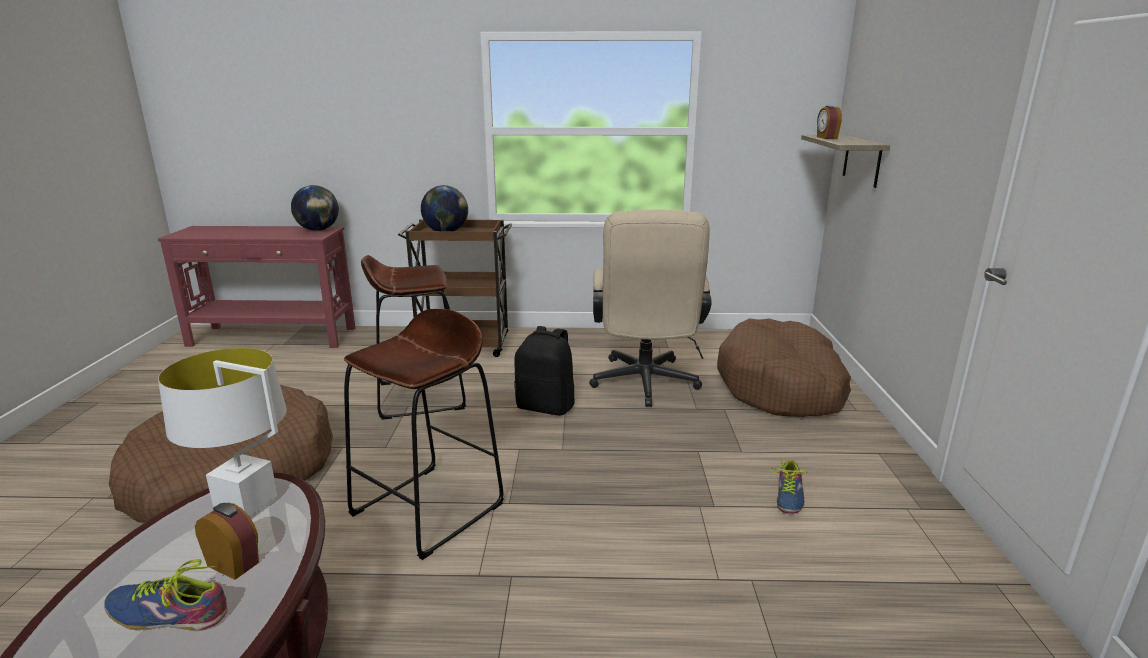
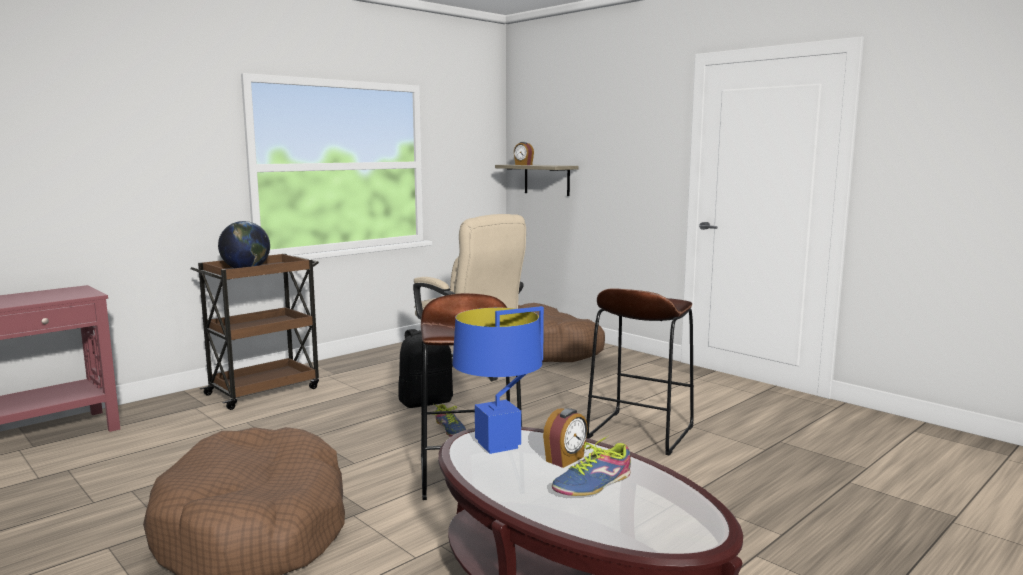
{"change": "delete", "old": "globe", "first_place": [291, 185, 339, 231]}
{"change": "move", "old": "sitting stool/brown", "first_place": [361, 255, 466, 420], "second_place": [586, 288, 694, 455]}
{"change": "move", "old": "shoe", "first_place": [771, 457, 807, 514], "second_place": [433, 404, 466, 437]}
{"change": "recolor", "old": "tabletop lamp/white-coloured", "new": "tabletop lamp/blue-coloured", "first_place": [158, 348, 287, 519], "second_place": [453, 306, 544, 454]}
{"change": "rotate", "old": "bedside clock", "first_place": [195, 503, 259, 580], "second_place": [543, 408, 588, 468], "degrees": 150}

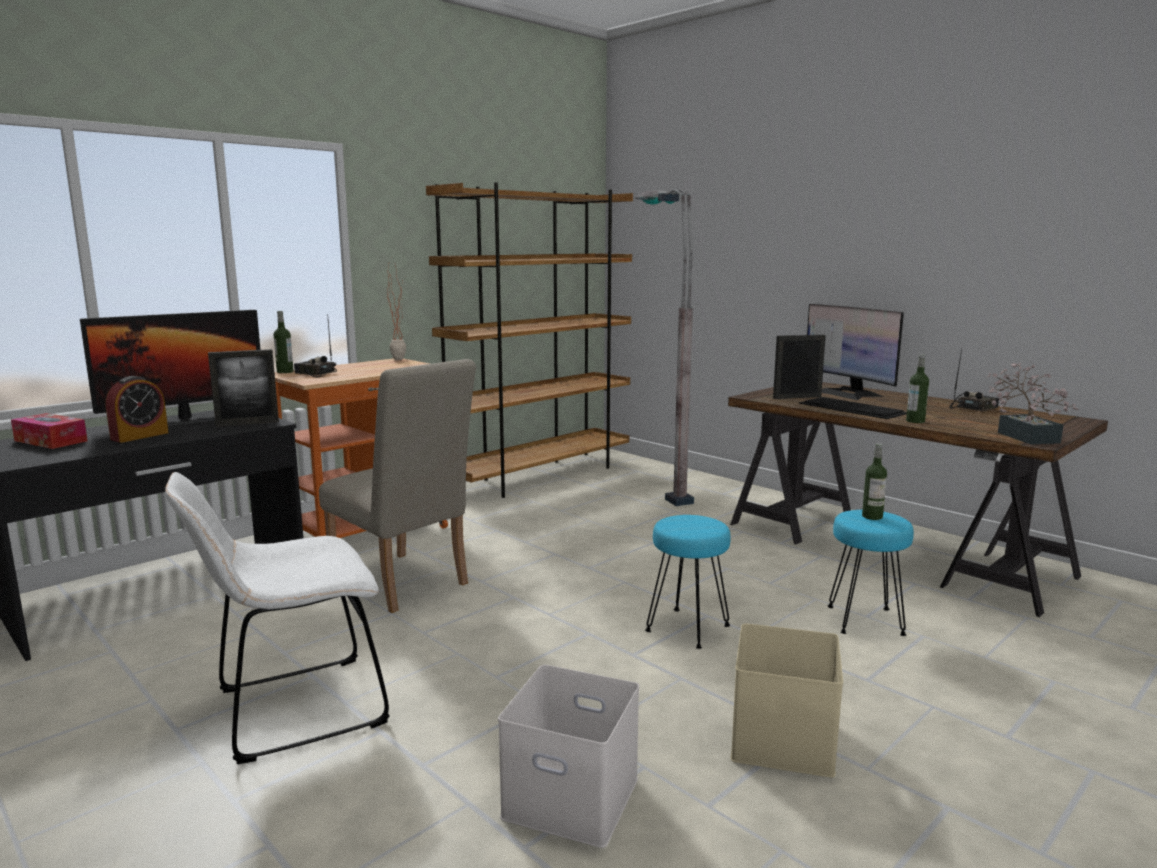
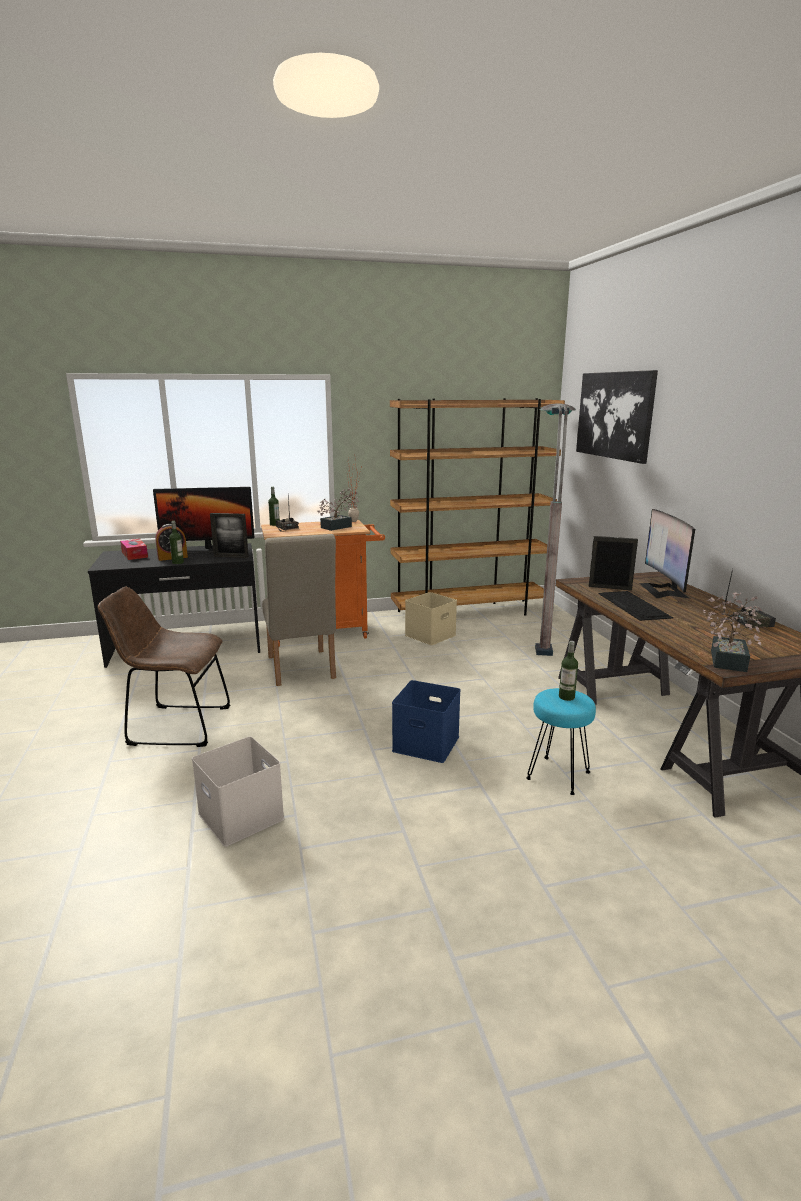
{"change": "insert", "new": "houseplant", "second_place": [318, 488, 359, 531]}
{"change": "insert", "new": "picture", "second_place": [576, 370, 658, 464]}
{"change": "move", "old": "storage bin/beige-coloured", "first_place": [731, 623, 843, 778], "second_place": [405, 592, 457, 645]}
{"change": "move", "old": "beverage bottle", "first_place": [906, 354, 929, 423], "second_place": [169, 521, 184, 564]}
{"change": "replace", "old": "sitting stool/blue-green", "new": "storage bin/blue-coloured", "first_place": [645, 515, 731, 649], "second_place": [392, 680, 461, 763]}
{"change": "recolor", "old": "chair/white-coloured", "new": "chair/brown", "first_place": [165, 472, 390, 764], "second_place": [97, 587, 230, 747]}

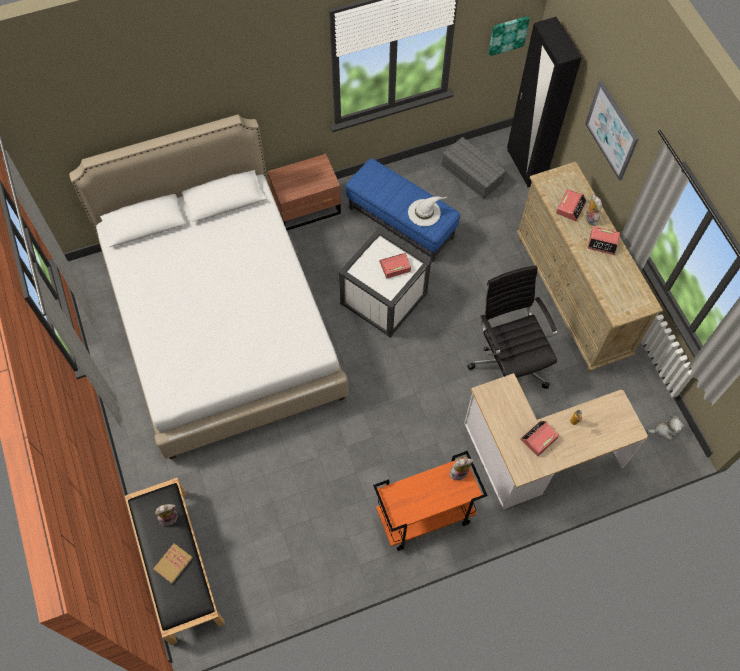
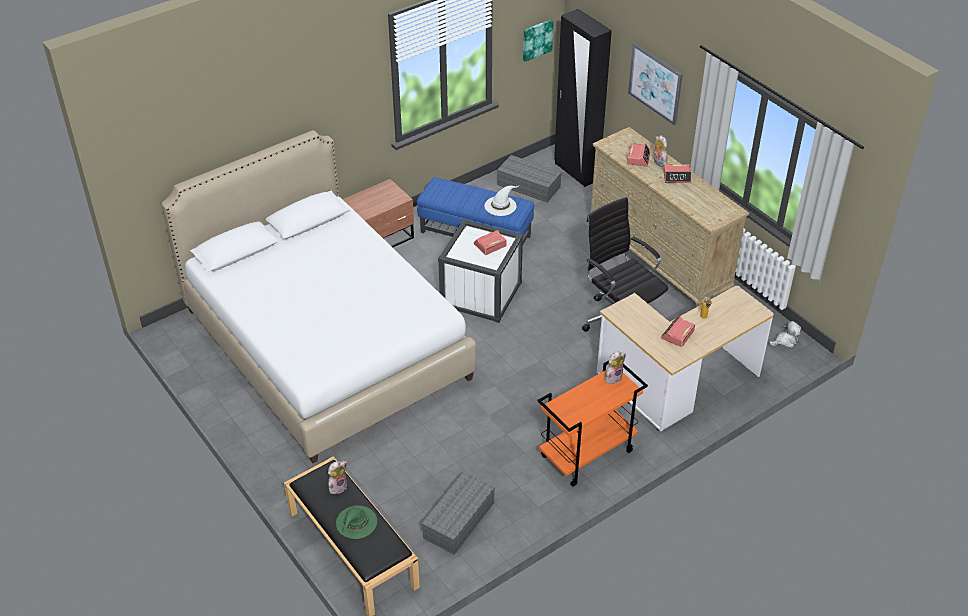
{"change": "insert", "new": "storage bin/gray", "second_place": [421, 472, 495, 555]}
{"change": "replace", "old": "volume", "new": "wearable hat/green", "first_place": [153, 543, 193, 584], "second_place": [336, 506, 377, 539]}

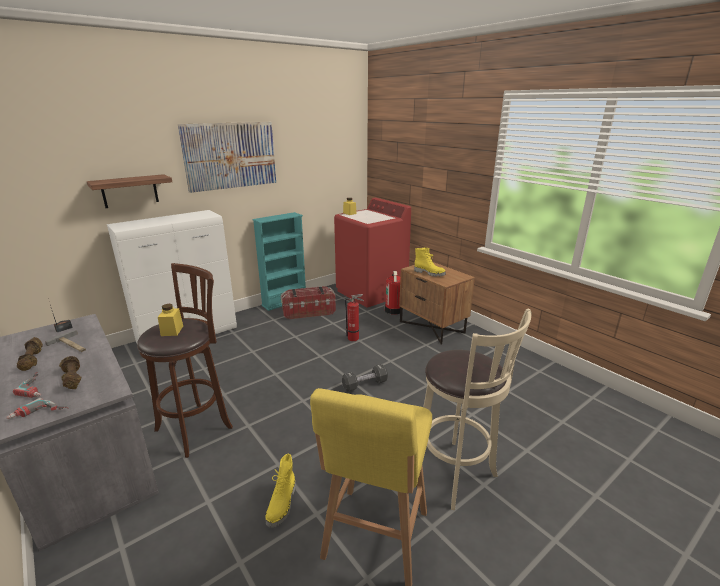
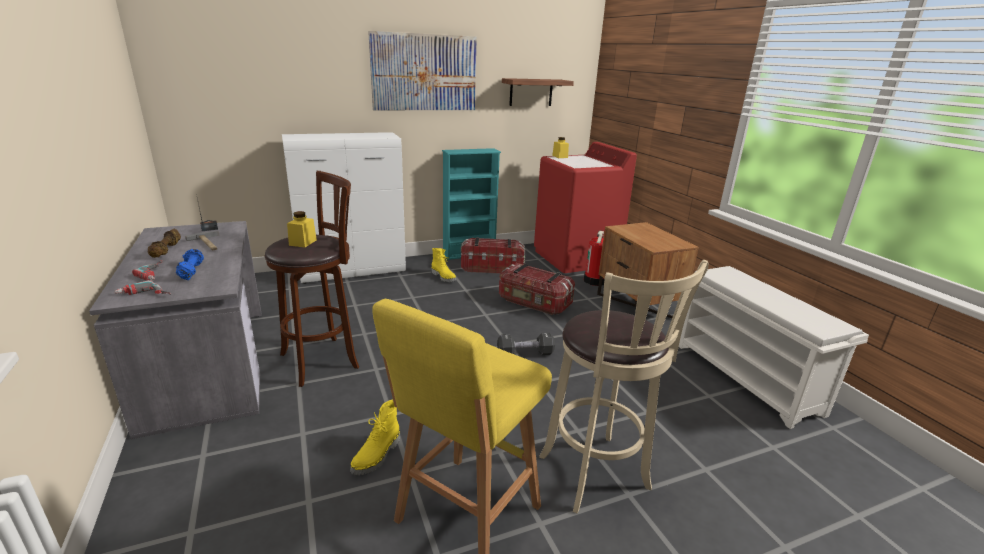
{"change": "insert", "new": "shoe stand/white-coloured", "second_place": [679, 266, 869, 429]}
{"change": "move", "old": "shelf", "first_place": [87, 174, 172, 208], "second_place": [502, 78, 574, 106]}
{"change": "move", "old": "tall boot/yellowish", "first_place": [414, 247, 446, 277], "second_place": [432, 248, 456, 282]}
{"change": "replace", "old": "fire-fighting cylinder", "new": "storage bin", "first_place": [345, 294, 364, 341], "second_place": [499, 263, 575, 315]}
{"change": "recolor", "old": "dumbbell/brown", "new": "dumbbell/blue-coloured", "first_place": [59, 356, 81, 389], "second_place": [176, 249, 204, 280]}

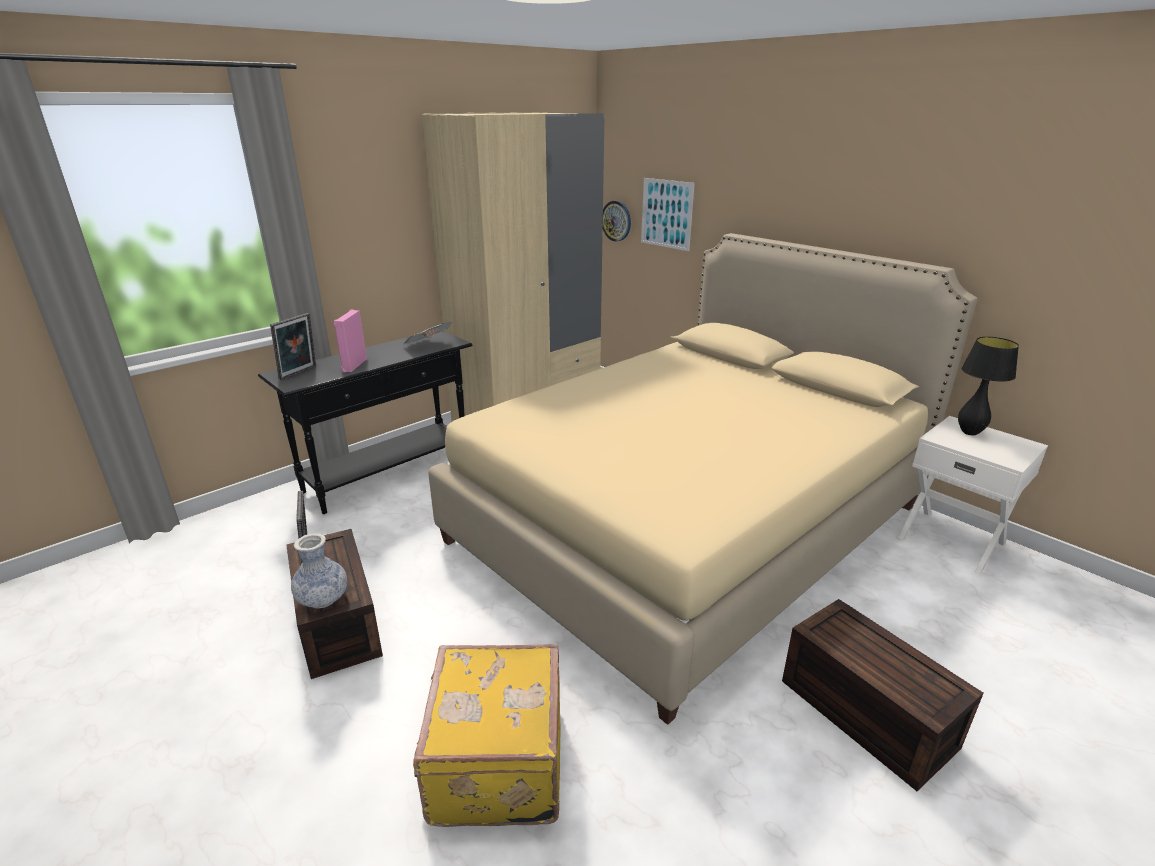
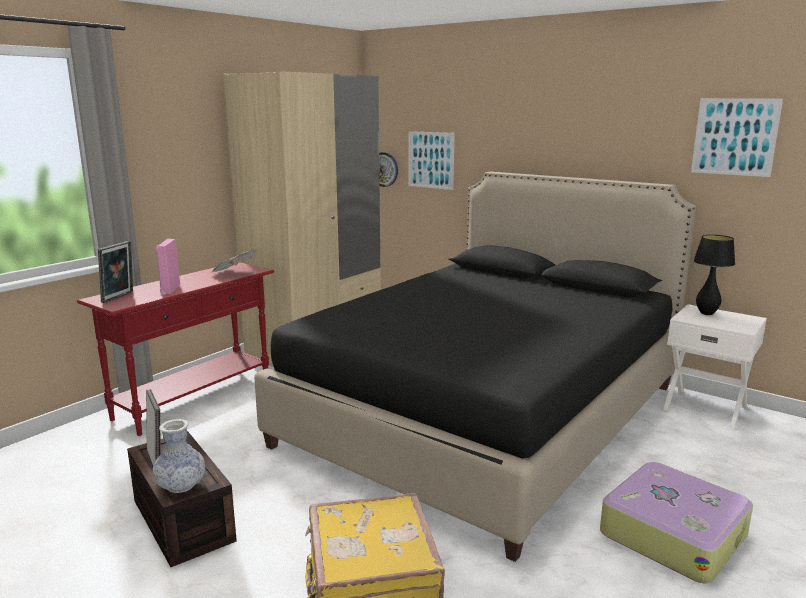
{"change": "insert", "new": "picture", "second_place": [691, 98, 783, 177]}
{"change": "replace", "old": "storage bin/brown", "new": "suitcase", "first_place": [782, 599, 983, 791], "second_place": [600, 462, 753, 584]}
{"change": "recolor", "old": "console table/blackish", "new": "console table/red-coloured", "first_place": [258, 331, 472, 514], "second_place": [77, 263, 274, 436]}
{"change": "recolor", "old": "bed/beige-coloured", "new": "bed/blackish", "first_place": [428, 233, 978, 725], "second_place": [254, 171, 697, 562]}

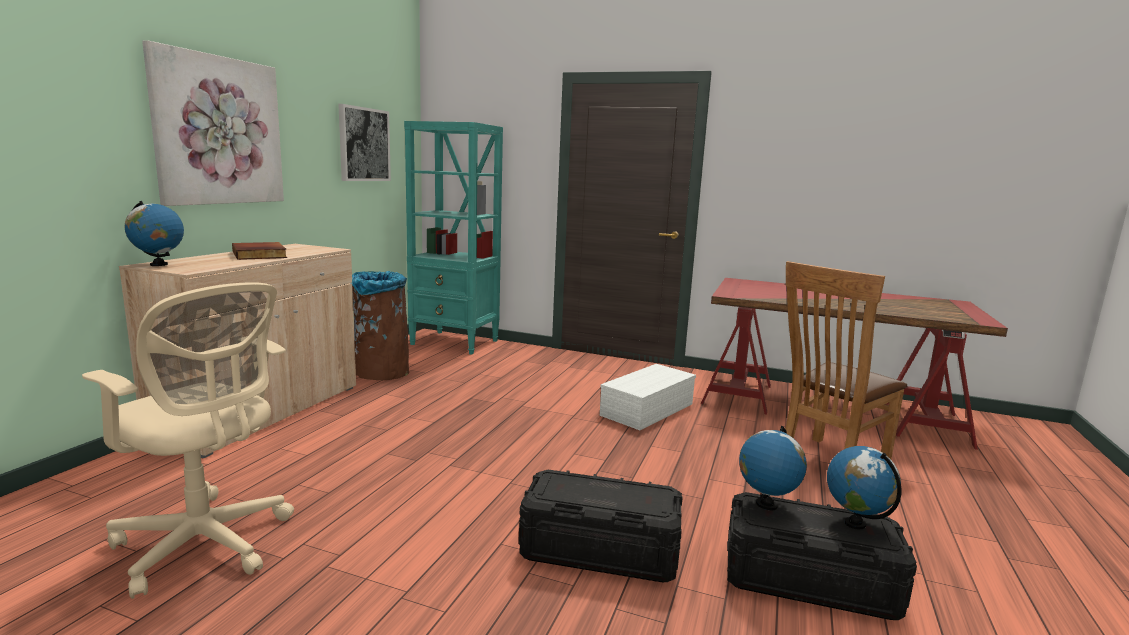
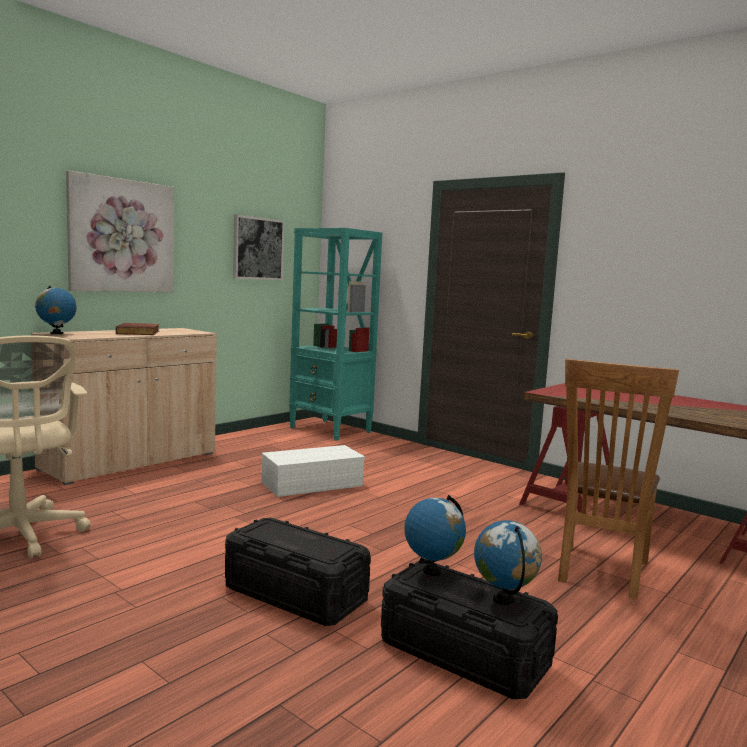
{"change": "delete", "old": "trash can/brown", "first_place": [352, 271, 409, 380]}
{"change": "move", "old": "storage bin/white-coloured", "first_place": [600, 364, 696, 430], "second_place": [261, 445, 365, 497]}
{"change": "rotate", "old": "chair/brown", "first_place": [785, 261, 907, 459], "second_place": [558, 359, 679, 599], "degrees": -45}

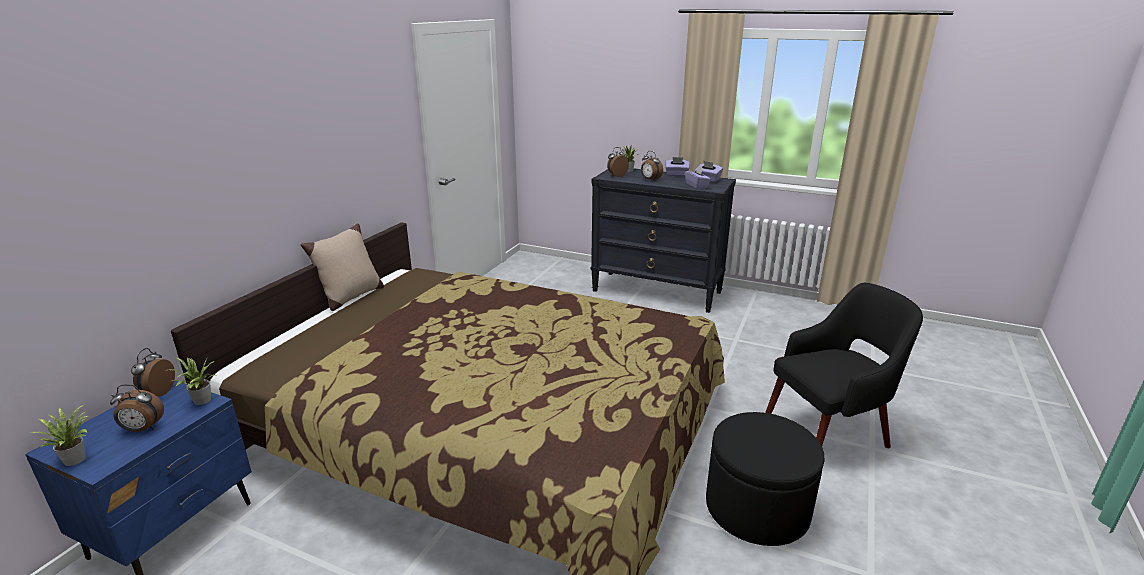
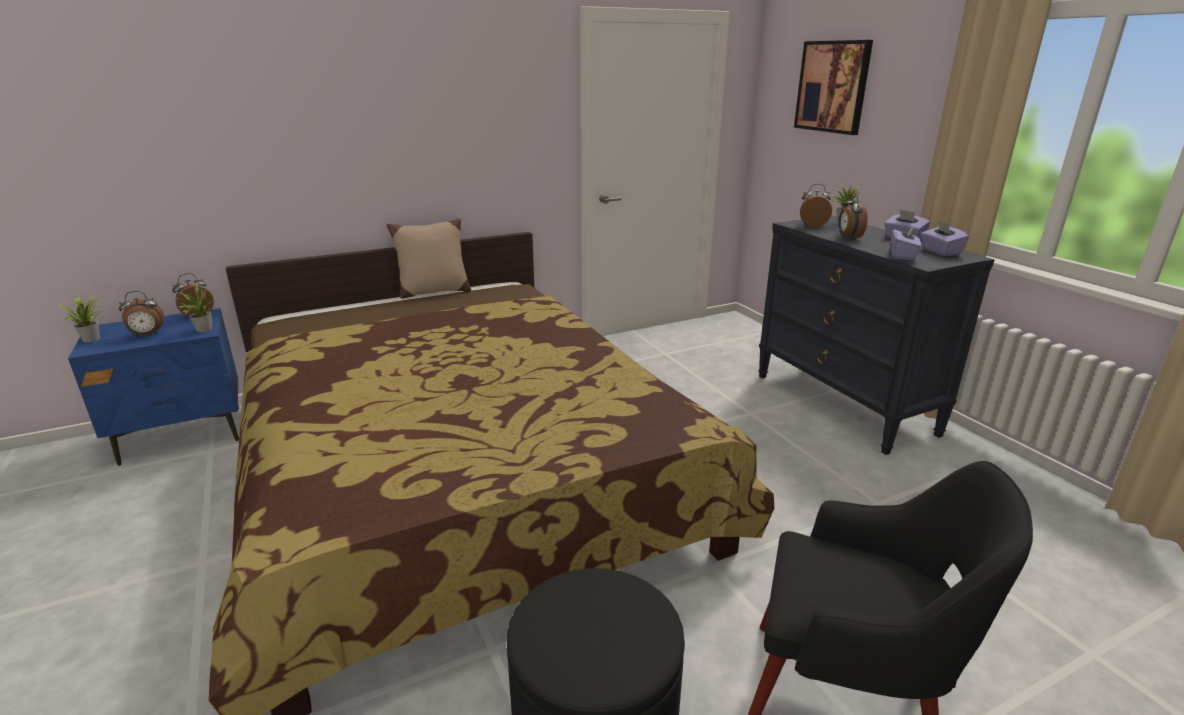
{"change": "insert", "new": "picture", "second_place": [794, 40, 873, 135]}
{"change": "rotate", "old": "bedside clock", "first_place": [110, 384, 164, 432], "second_place": [119, 291, 164, 337], "degrees": -60}

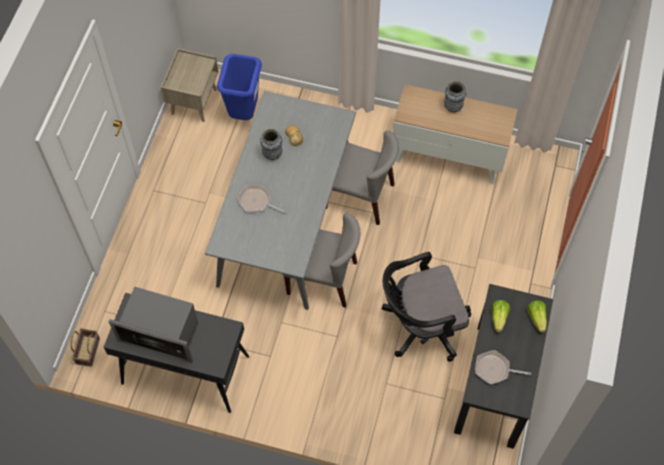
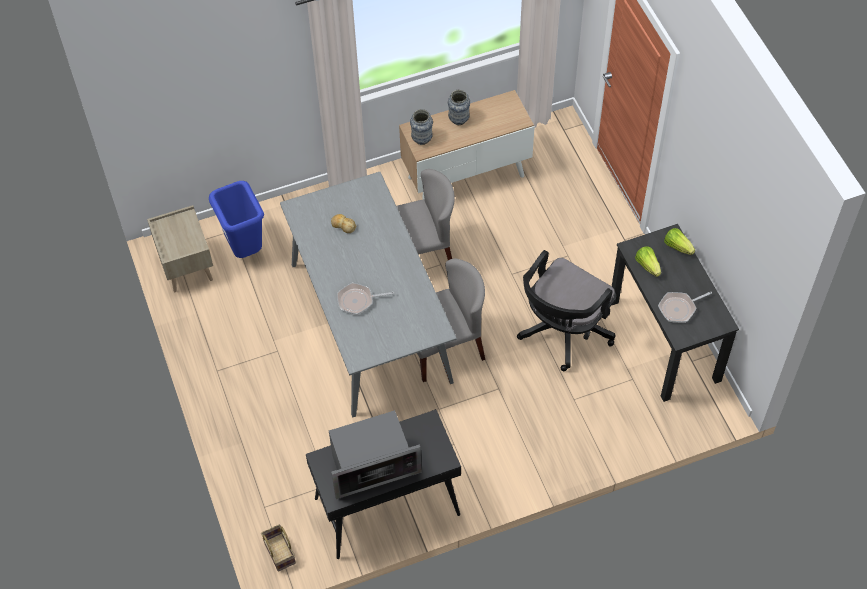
{"change": "move", "old": "vase", "first_place": [260, 128, 282, 160], "second_place": [410, 109, 433, 145]}

